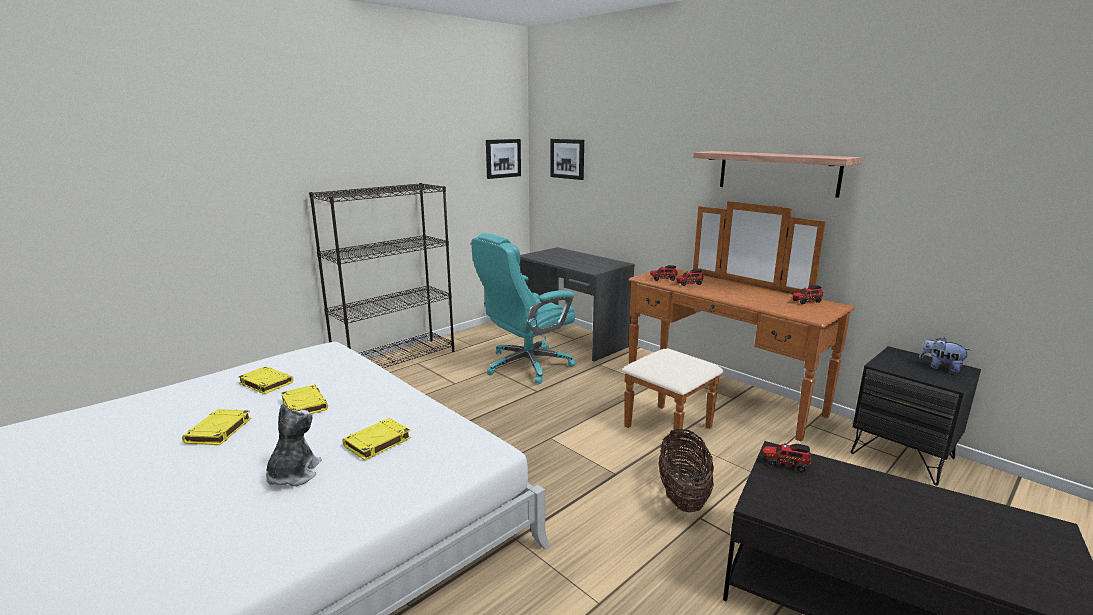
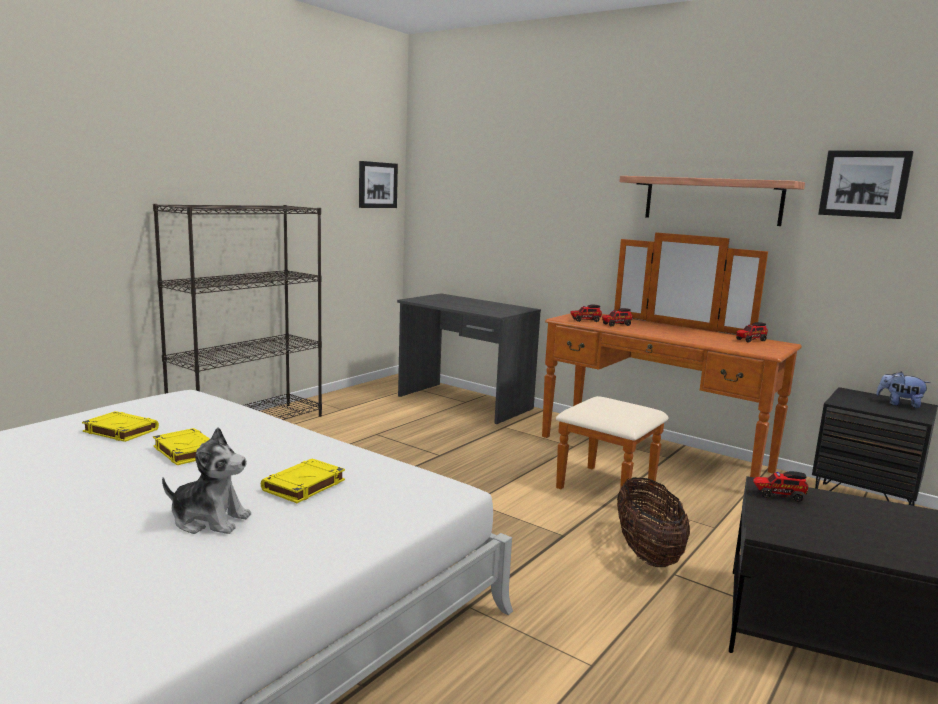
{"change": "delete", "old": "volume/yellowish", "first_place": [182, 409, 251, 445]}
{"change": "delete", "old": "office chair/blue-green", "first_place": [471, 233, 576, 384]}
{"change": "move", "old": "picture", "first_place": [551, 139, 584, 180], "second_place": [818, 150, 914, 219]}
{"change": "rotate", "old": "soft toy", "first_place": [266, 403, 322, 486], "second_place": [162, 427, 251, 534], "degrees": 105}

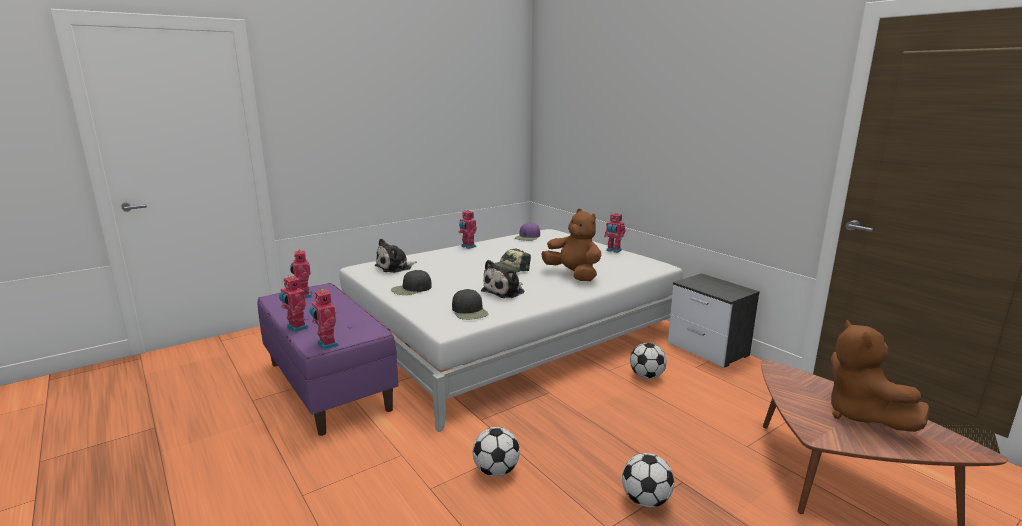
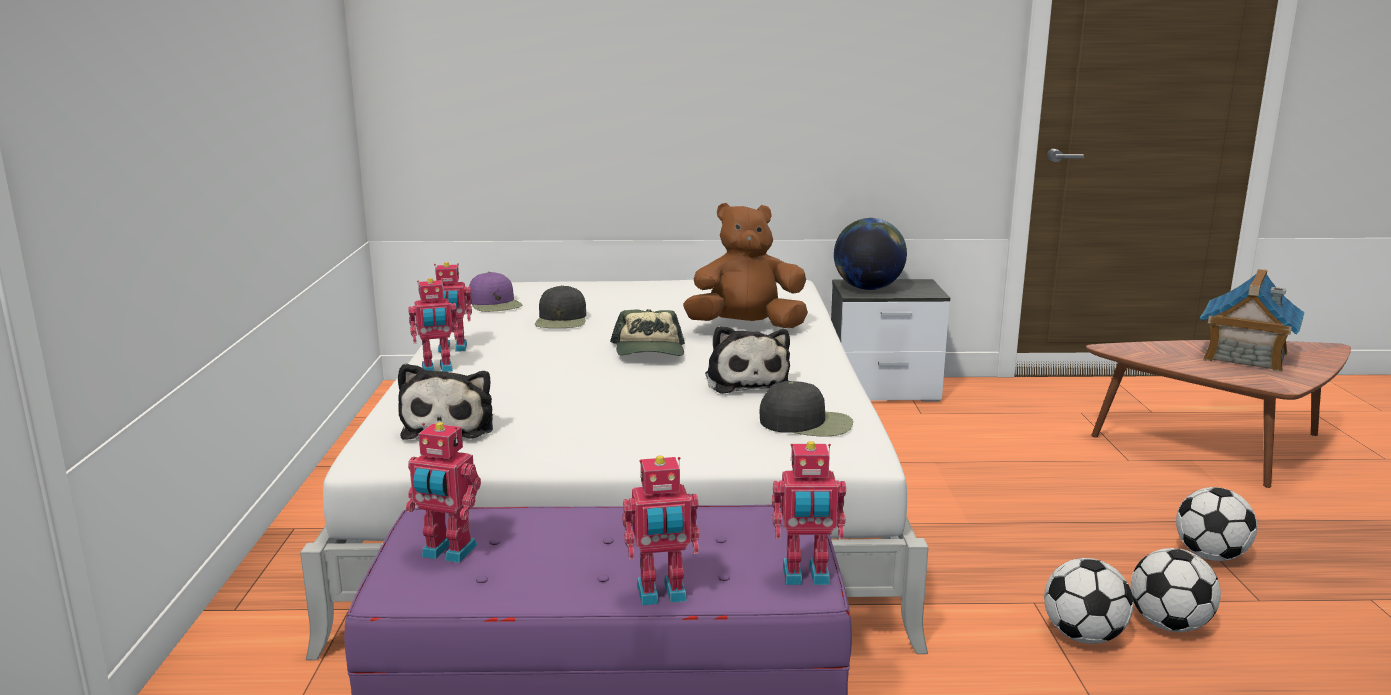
{"change": "insert", "new": "globe", "second_place": [834, 218, 907, 290]}
{"change": "move", "old": "peaked cap/blackish", "first_place": [391, 270, 432, 295], "second_place": [535, 285, 586, 328]}
{"change": "move", "old": "model robot", "first_place": [604, 213, 626, 253], "second_place": [408, 278, 458, 372]}
{"change": "move", "old": "ball for football", "first_place": [630, 343, 667, 379], "second_place": [1131, 548, 1221, 632]}
{"change": "replace", "old": "soft toy/brown", "new": "toy house", "first_place": [831, 319, 930, 432], "second_place": [1200, 269, 1304, 372]}

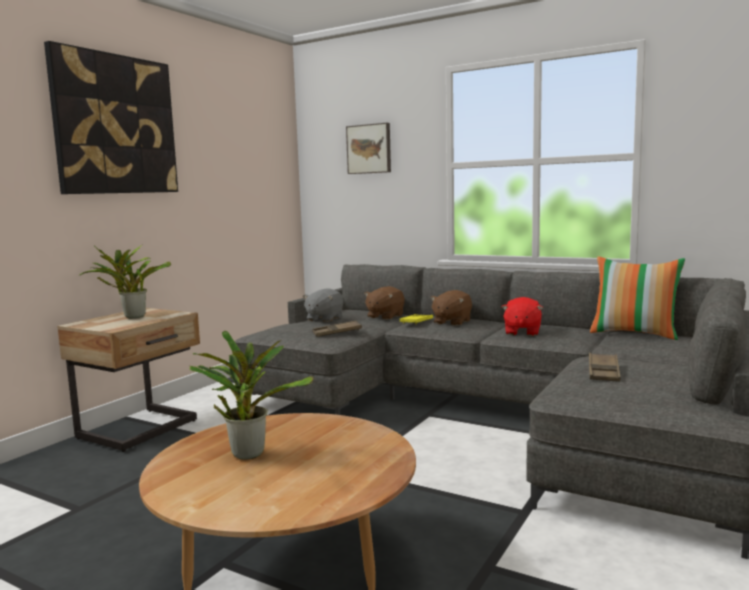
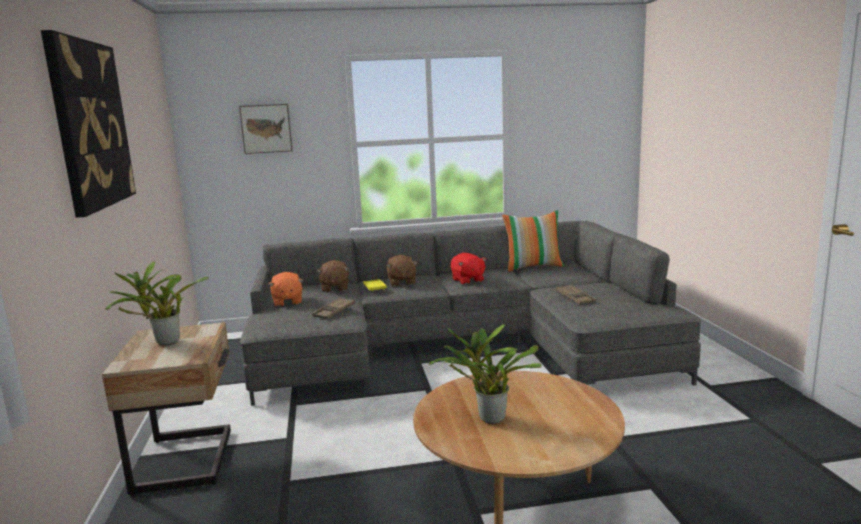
{"change": "recolor", "old": "soft toy/gray", "new": "soft toy/orange", "first_place": [303, 288, 343, 322], "second_place": [268, 272, 303, 307]}

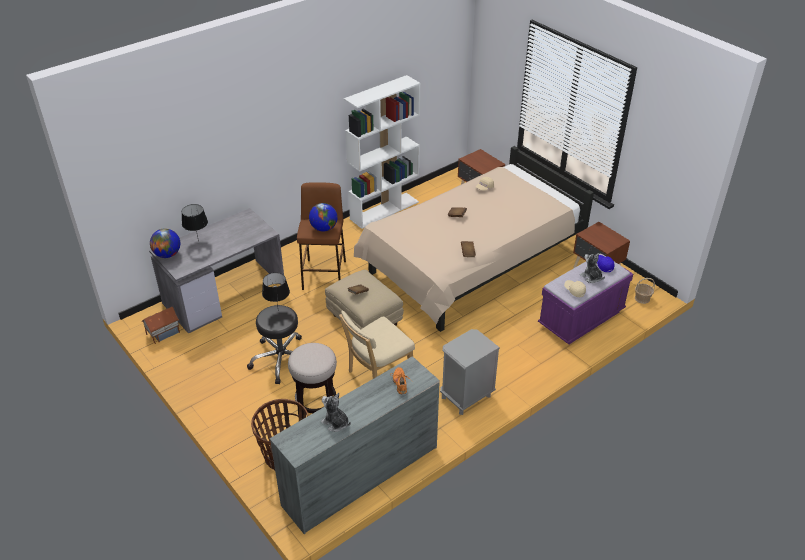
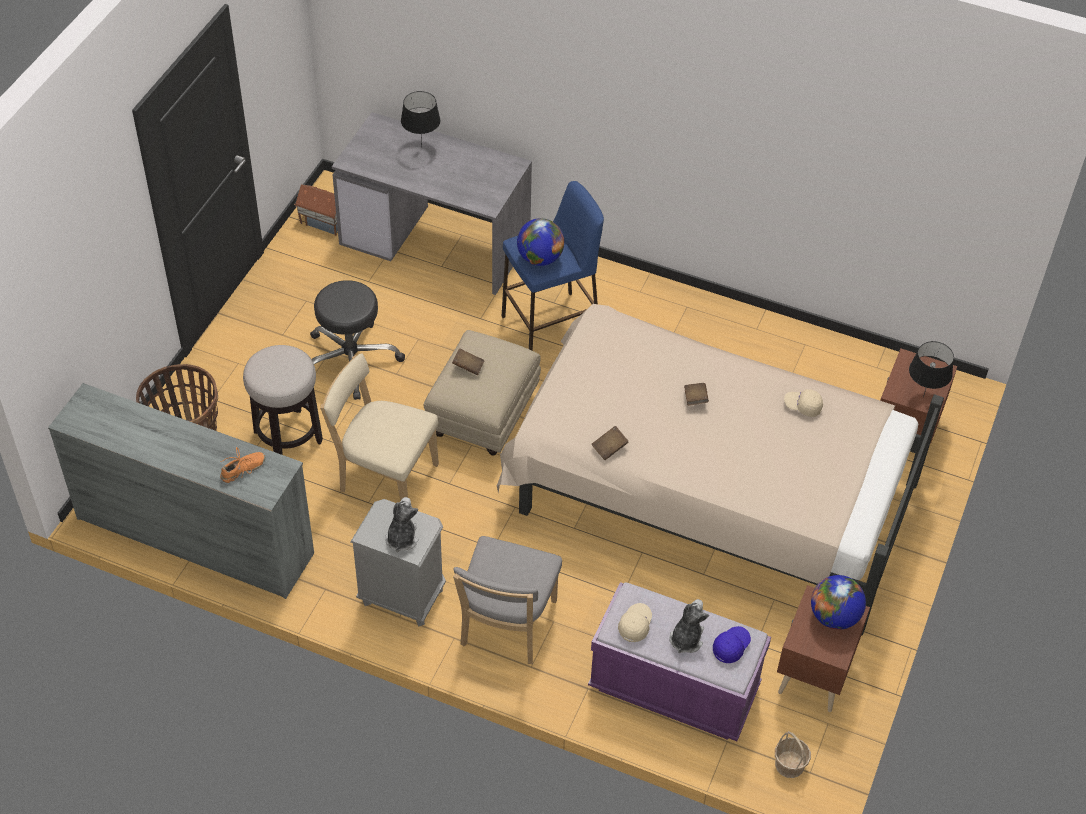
{"change": "delete", "old": "bookshelf/white-coloured", "first_place": [344, 75, 420, 229]}
{"change": "insert", "new": "chair/gray", "second_place": [453, 536, 562, 664]}
{"change": "move", "old": "globe", "first_place": [150, 229, 180, 258], "second_place": [811, 575, 866, 630]}
{"change": "move", "old": "tabletop lamp/blackish", "first_place": [262, 273, 290, 306], "second_place": [909, 341, 954, 398]}
{"change": "move", "old": "soft toy", "first_place": [321, 393, 351, 432], "second_place": [385, 497, 419, 552]}
{"change": "recolor", "old": "sitting stool/brown", "new": "sitting stool/blue-coloured", "first_place": [297, 182, 346, 290], "second_place": [501, 181, 604, 351]}

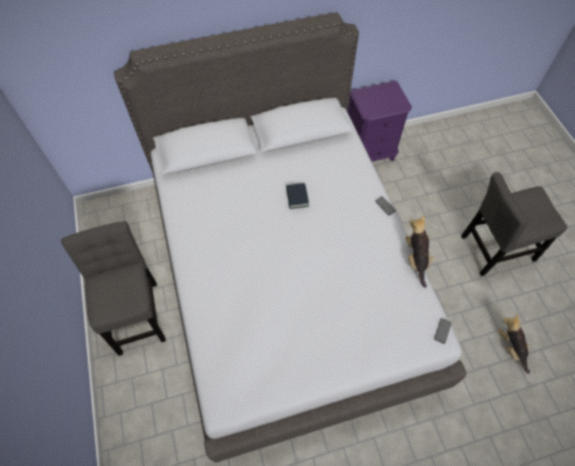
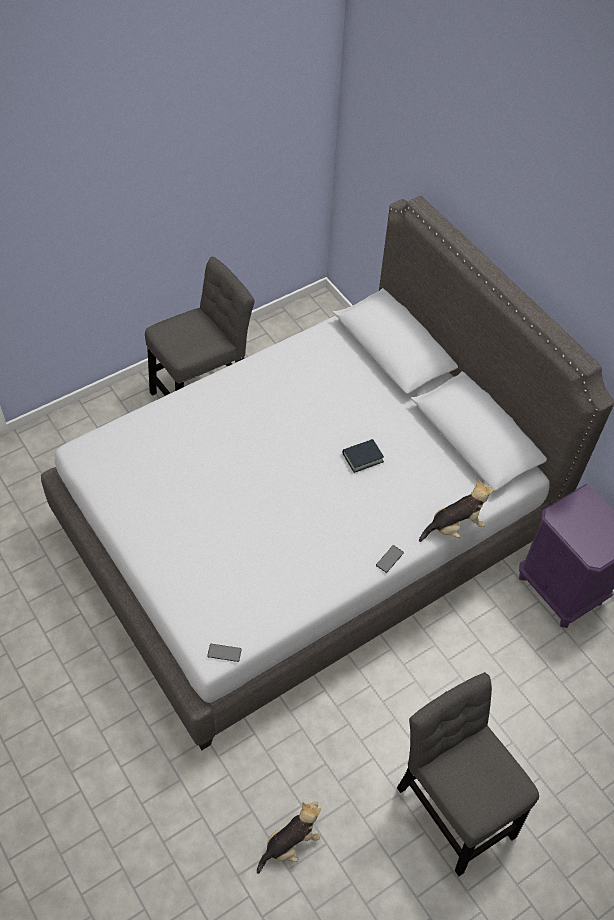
{"change": "move", "old": "soft toy", "first_place": [406, 215, 434, 288], "second_place": [419, 479, 494, 542]}

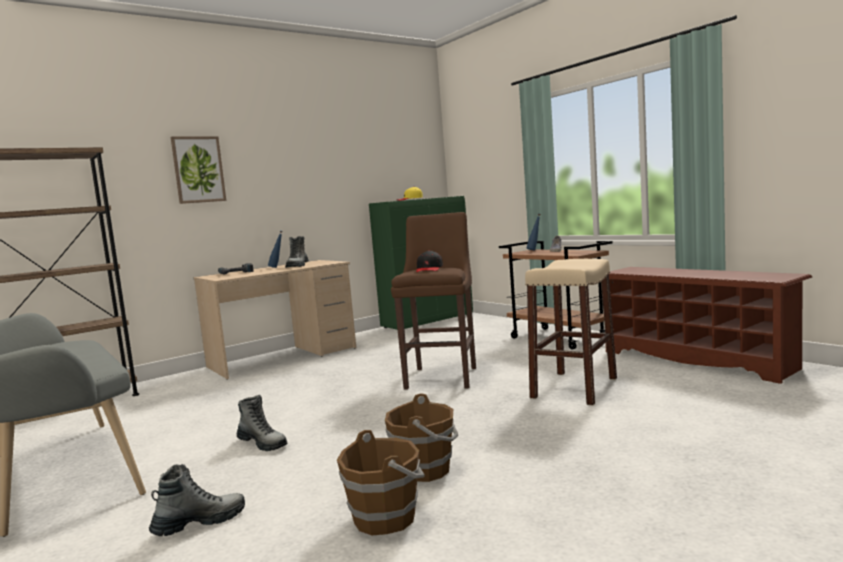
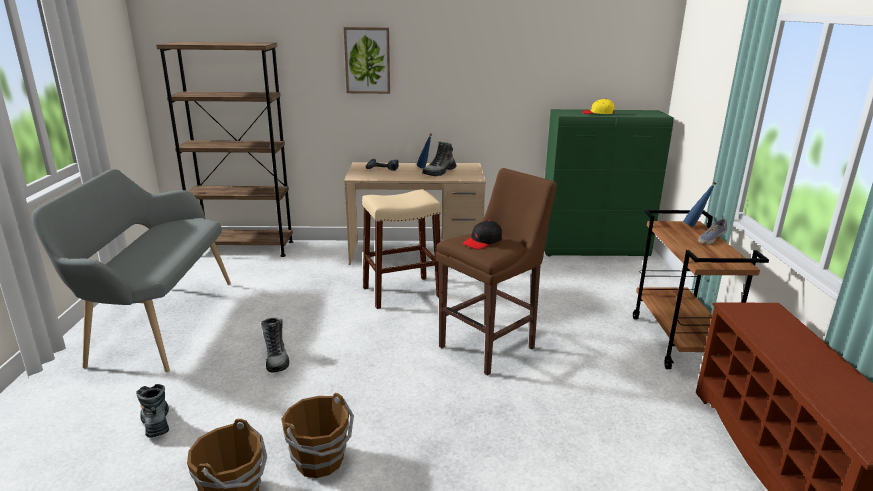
{"change": "move", "old": "sitting stool/beige-coloured", "first_place": [525, 259, 617, 406], "second_place": [362, 189, 441, 309]}
{"change": "rotate", "old": "tall boot", "first_place": [149, 464, 245, 536], "second_place": [136, 384, 169, 438], "degrees": -120}

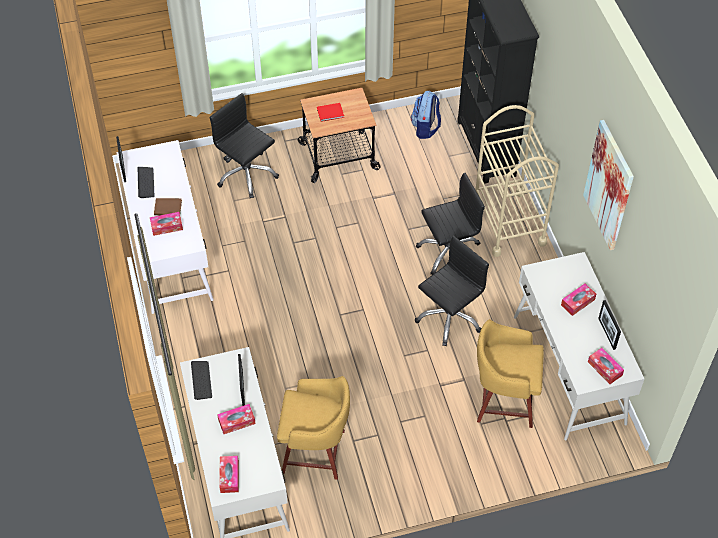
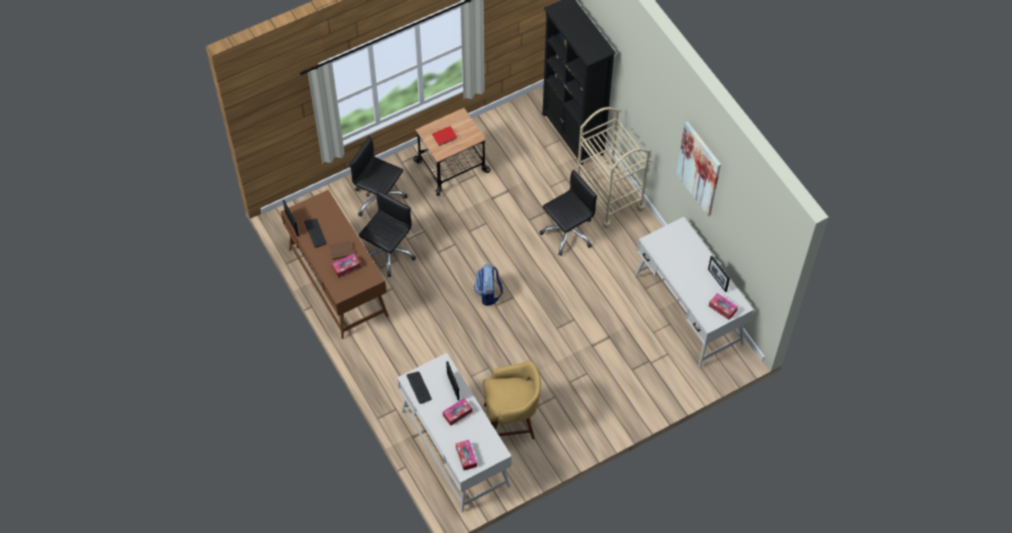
{"change": "delete", "old": "sitting stool/yellowish", "first_place": [477, 319, 544, 428]}
{"change": "delete", "old": "box of tissues", "first_place": [561, 284, 596, 316]}
{"change": "move", "old": "knapsack", "first_place": [411, 91, 441, 139], "second_place": [474, 264, 503, 306]}
{"change": "move", "old": "office chair/blackish", "first_place": [415, 236, 489, 346], "second_place": [359, 190, 416, 277]}
{"change": "recolor", "old": "desk unit/white-coloured", "new": "desk unit/brown", "first_place": [116, 140, 213, 314], "second_place": [281, 189, 389, 339]}

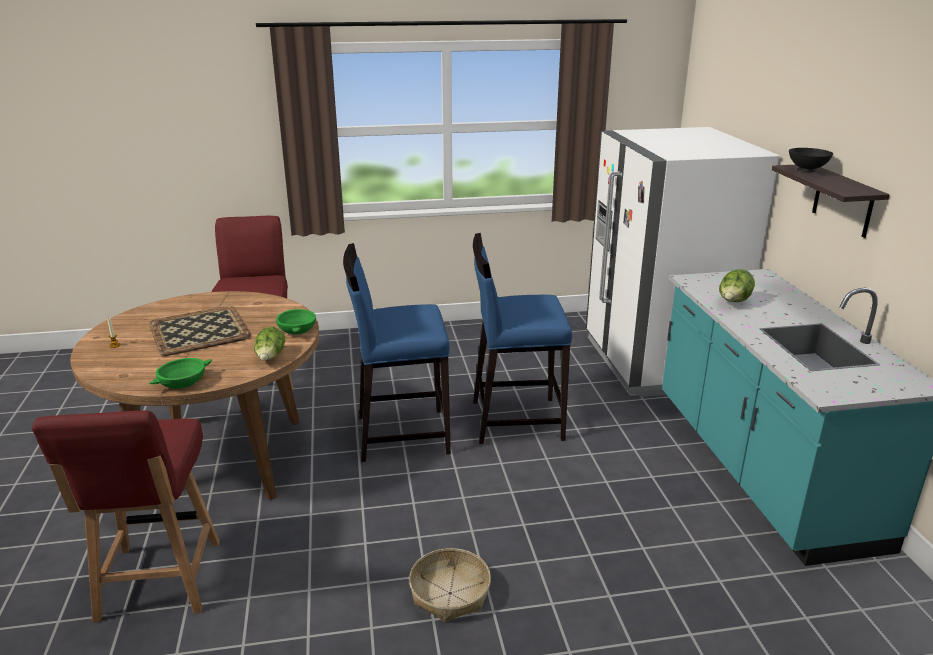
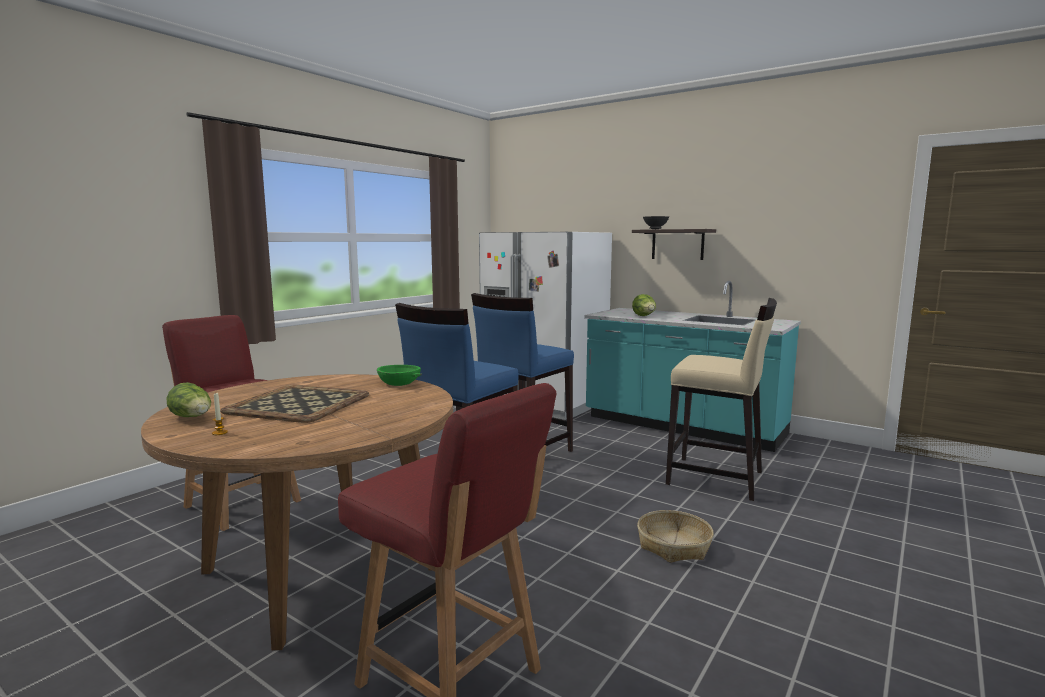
{"change": "delete", "old": "deep dish/green", "first_place": [149, 358, 212, 389]}
{"change": "insert", "new": "sitting stool/beige-coloured", "second_place": [666, 298, 777, 501]}
{"change": "move", "old": "lettuce head", "first_place": [254, 327, 285, 361], "second_place": [167, 382, 211, 417]}

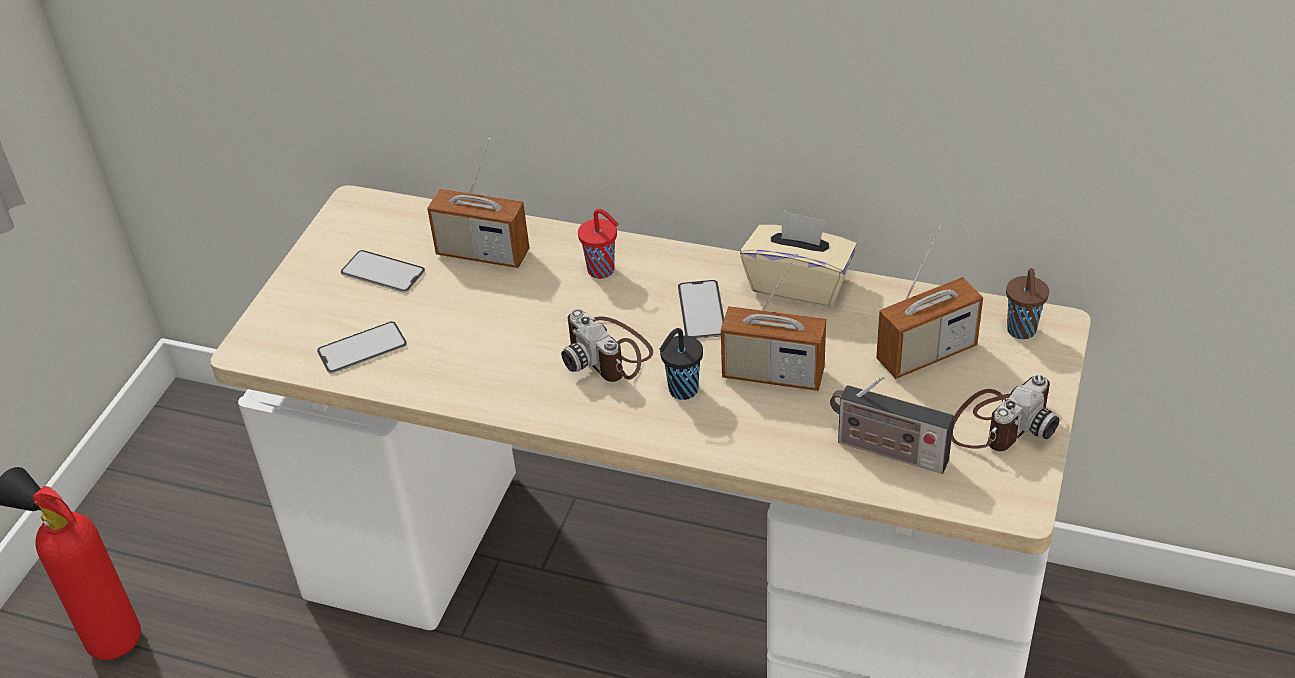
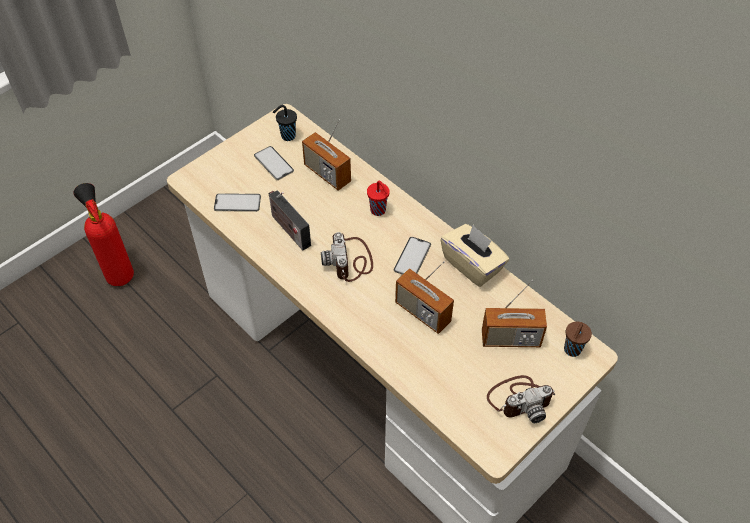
{"change": "move", "old": "small cup/blackish", "first_place": [659, 328, 703, 400], "second_place": [273, 105, 297, 141]}
{"change": "move", "old": "radio set", "first_place": [830, 375, 954, 474], "second_place": [269, 190, 311, 250]}

